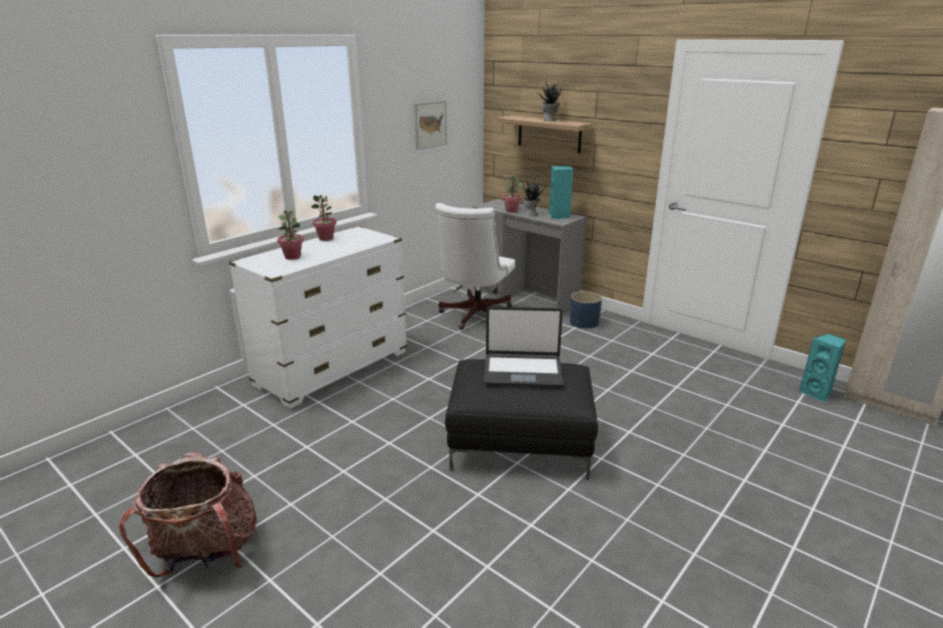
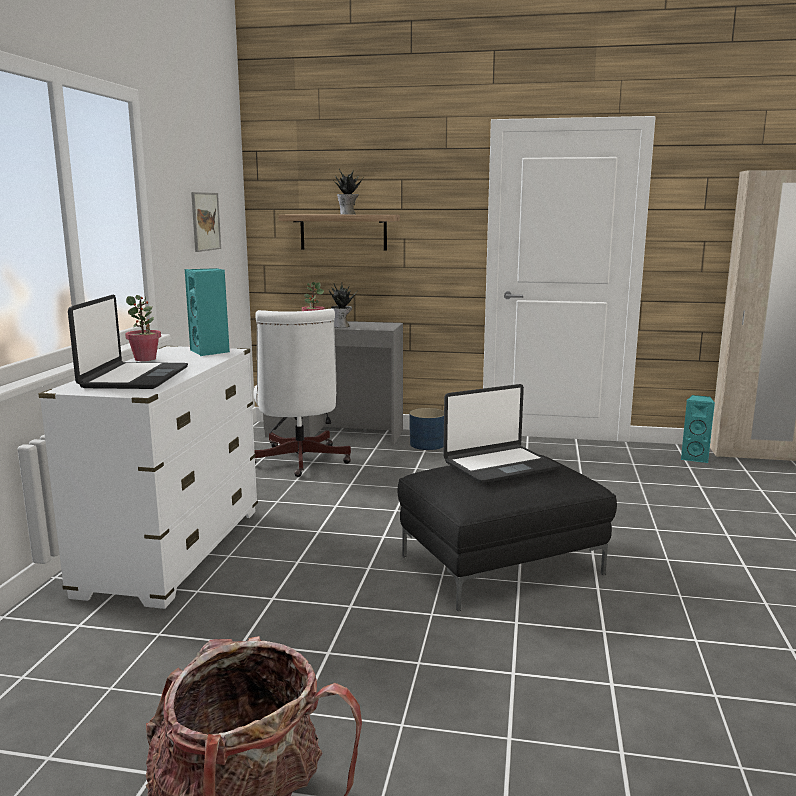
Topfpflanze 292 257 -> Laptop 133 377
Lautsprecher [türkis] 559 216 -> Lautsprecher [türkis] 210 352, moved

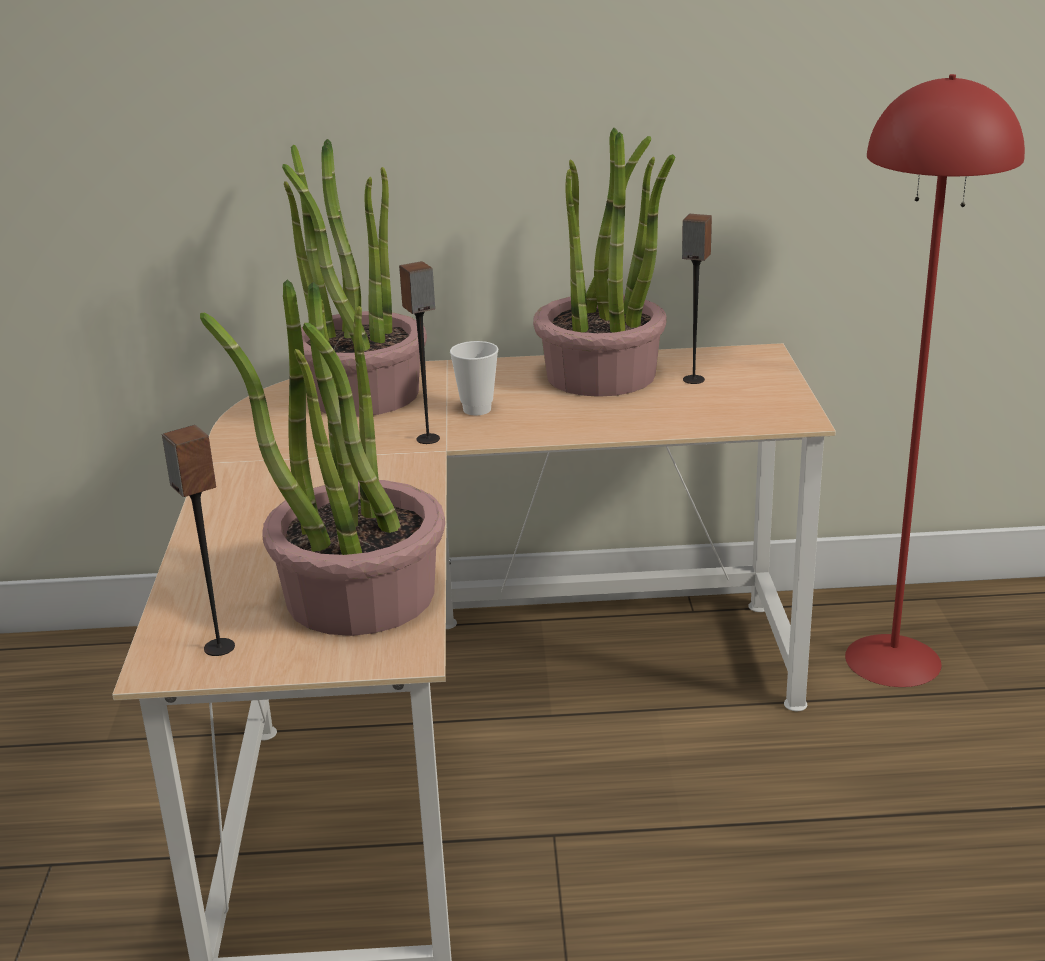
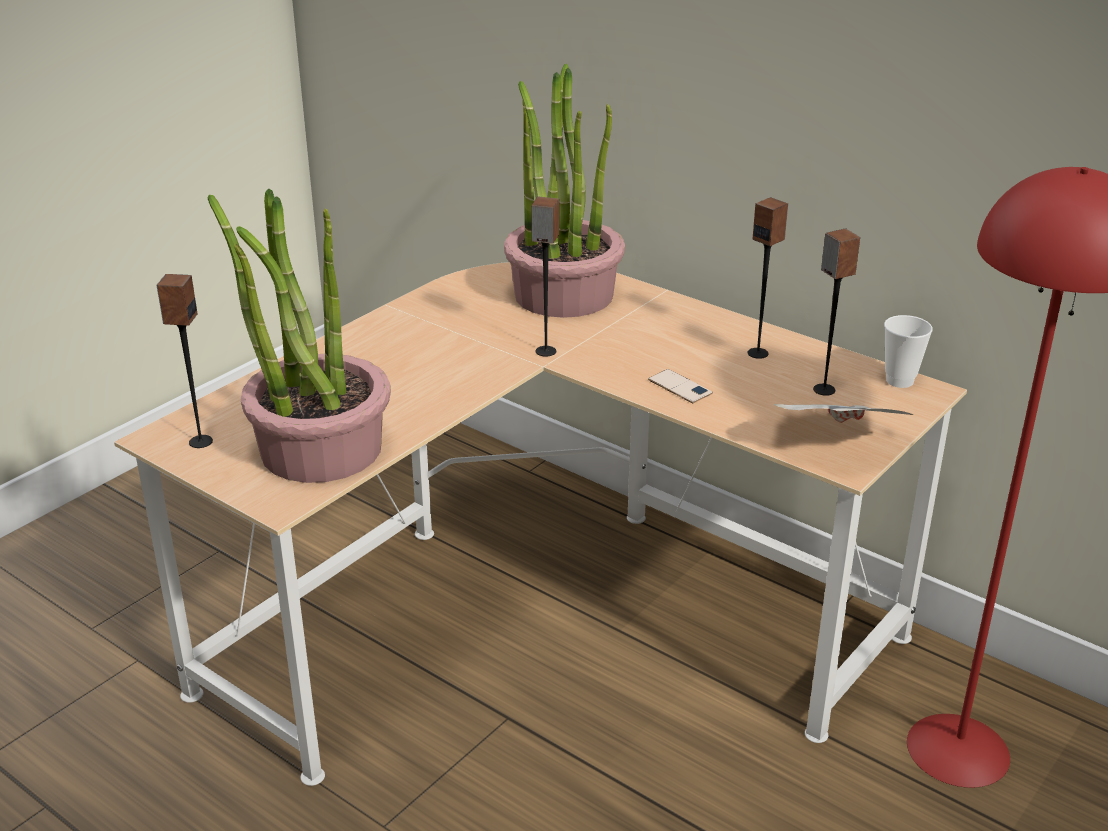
Tasse 477 409 -> Tasse 899 381, moved
Topfpflanze 602 375 -> Lautsprecher 758 353
none -> Handy 680 387
none -> Zeitung 837 441

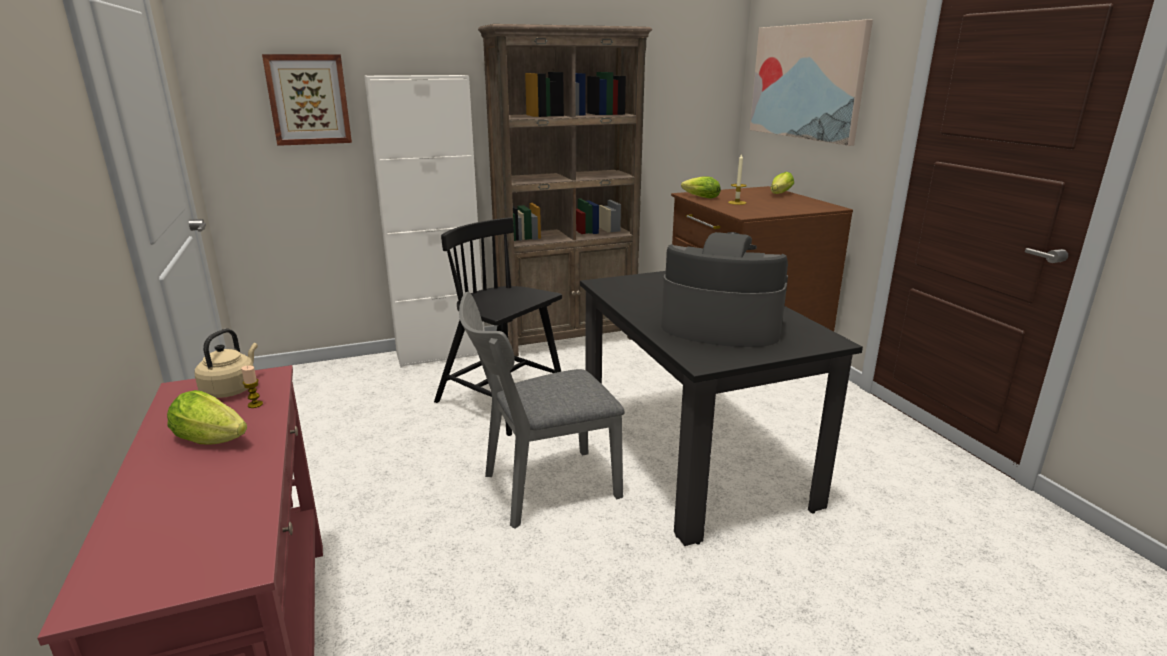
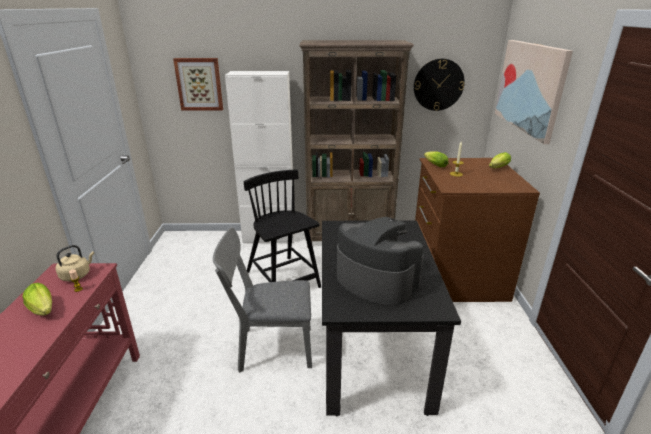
none -> Wanduhr 438 85

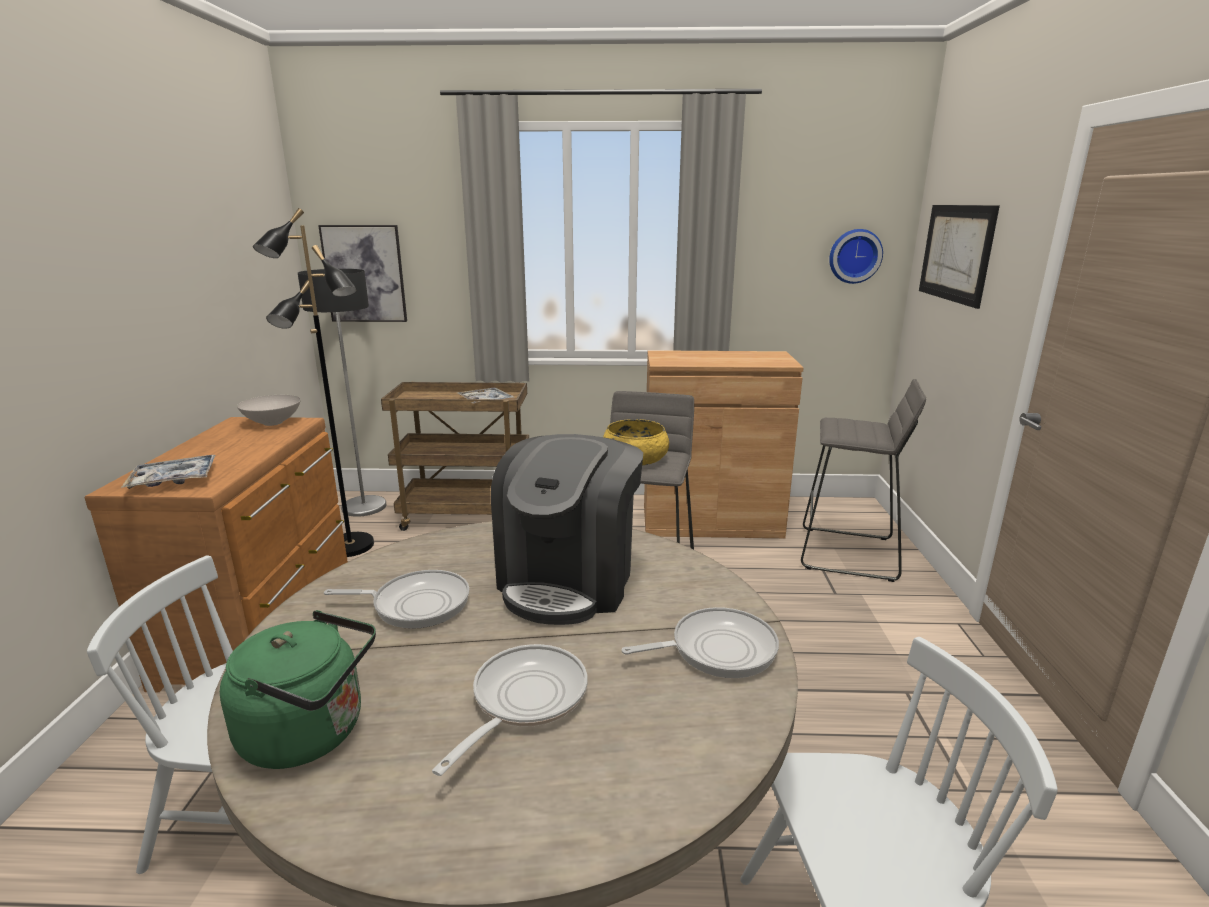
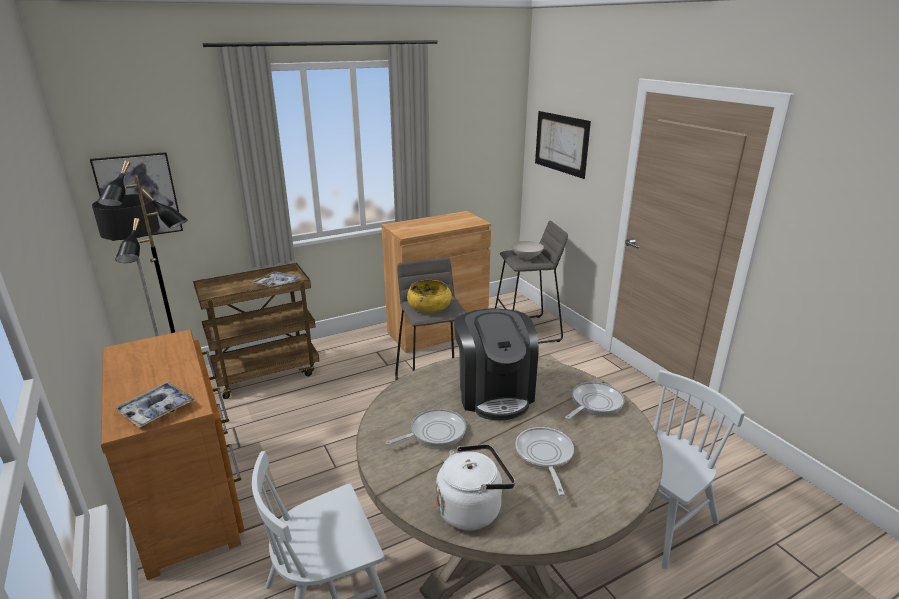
Wasserkessel [grün] 311 733 -> Wasserkessel [weiß] 472 508
Schüssel [weiß] 271 423 -> Schüssel [weiß] 526 257, moved
Wanduhr 854 256 -> none

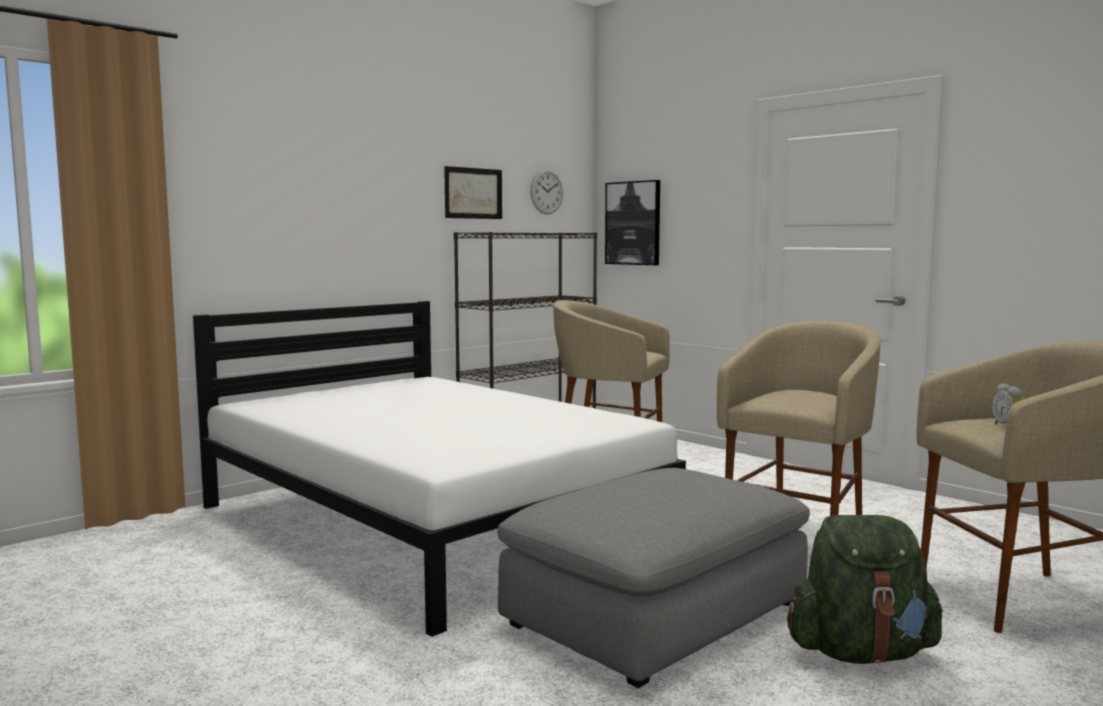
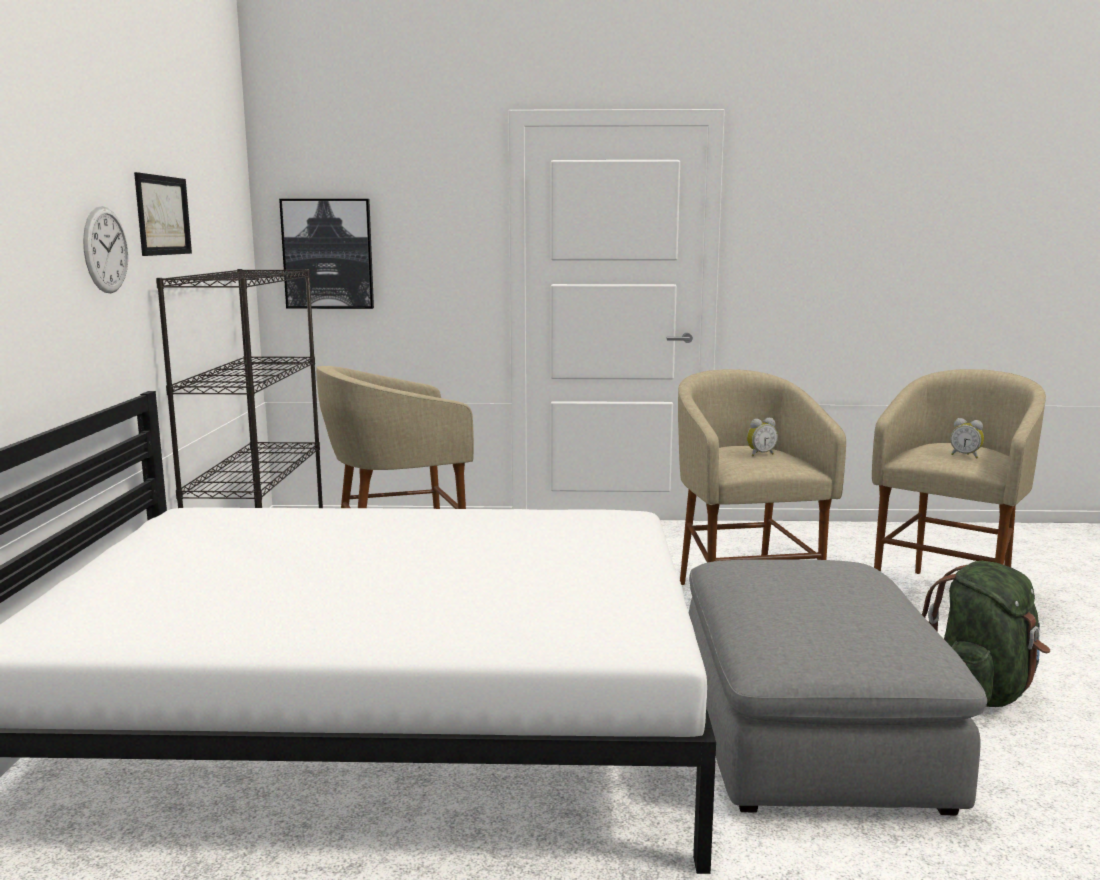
Wanduhr 546 191 -> Wanduhr 105 250, moved
none -> Wecker 760 454

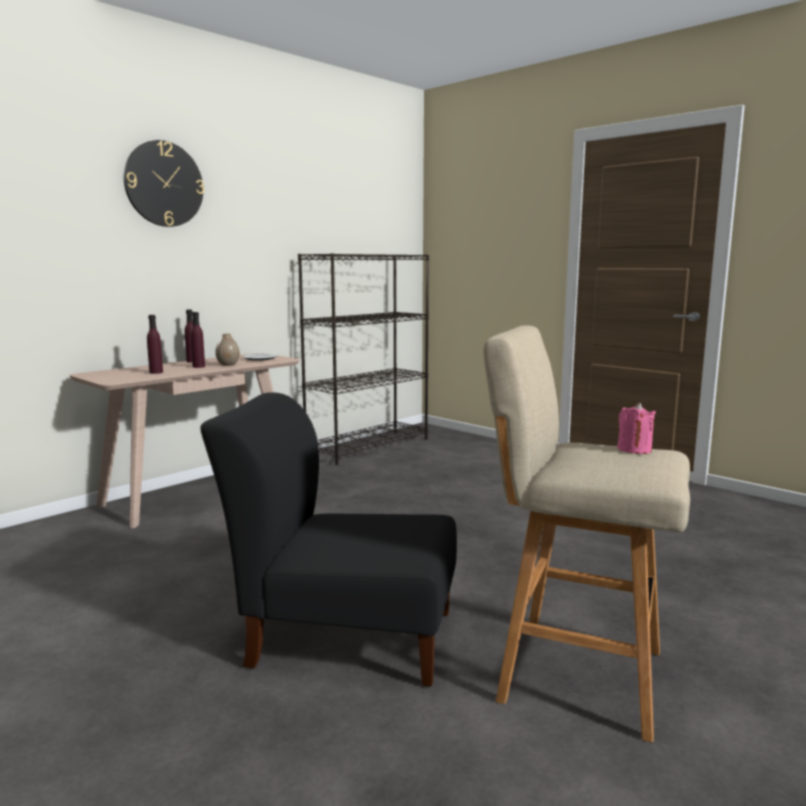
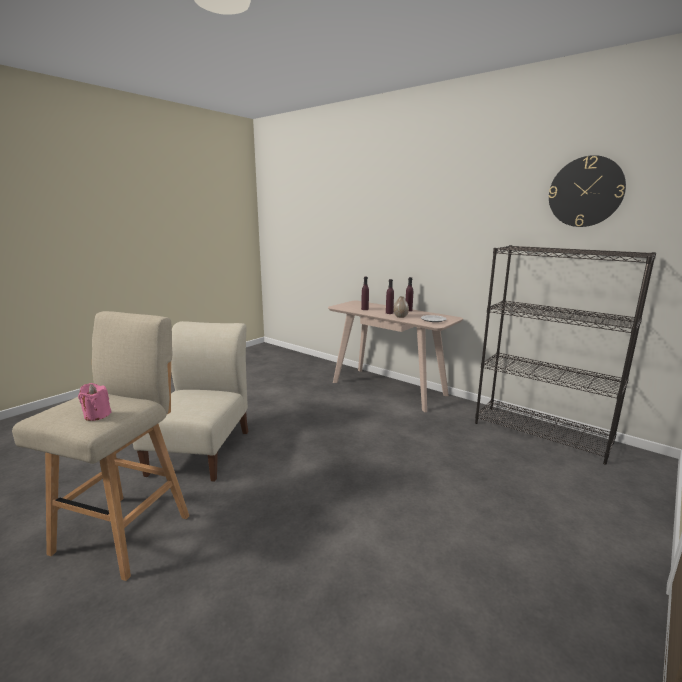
Wanduhr 164 184 -> Wanduhr 585 192, moved
Stuhl [schwarz] 344 636 -> Stuhl [beige] 202 449

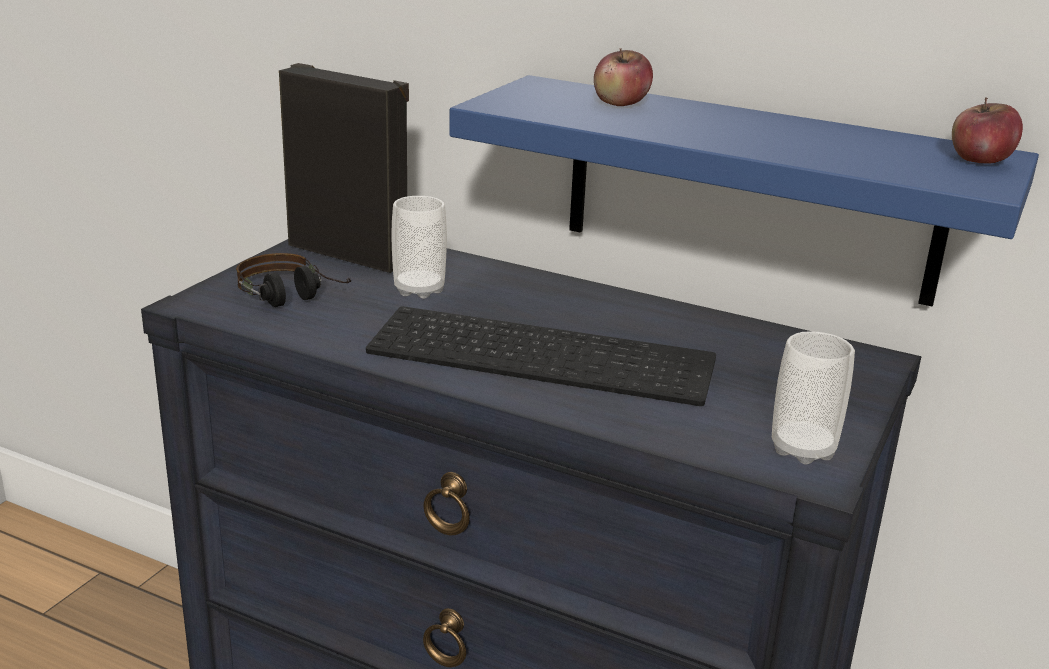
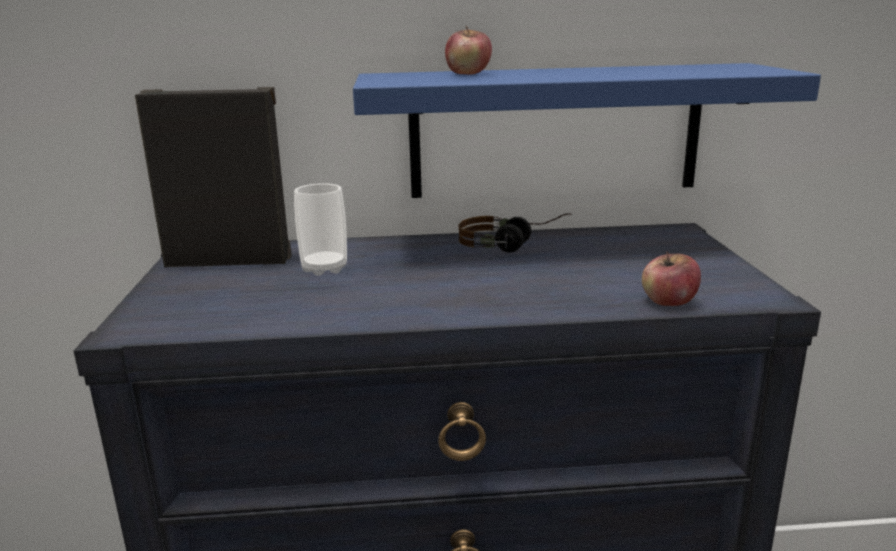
Kopfhörer 295 299 -> Kopfhörer 512 245, moved
Tastatur 546 354 -> none
Tasse 803 449 -> none
Apfel 979 161 -> Apfel 668 302, moved

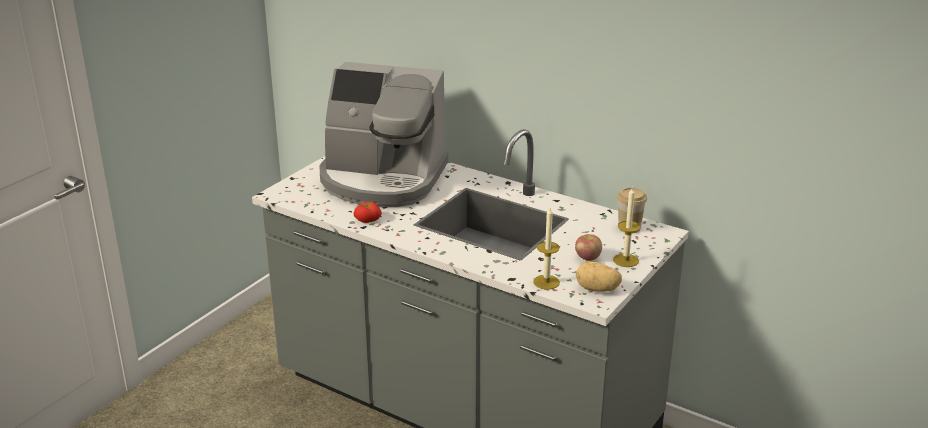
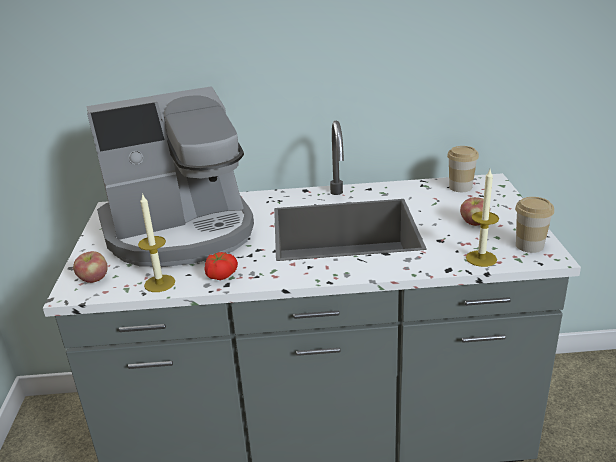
Kartoffel 597 289 -> Tasse 529 245
Kerze 625 260 -> Kerze 159 283, moved
none -> Apfel 94 279

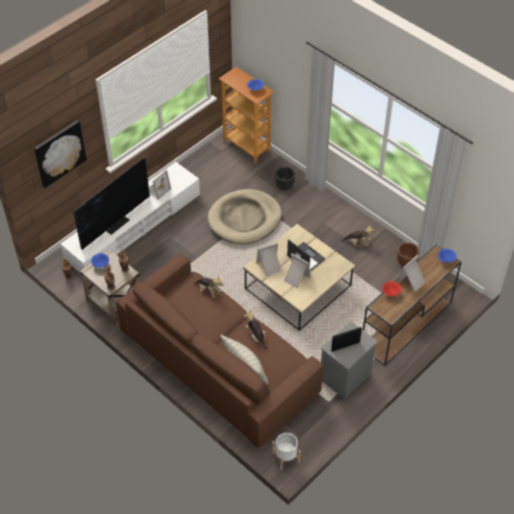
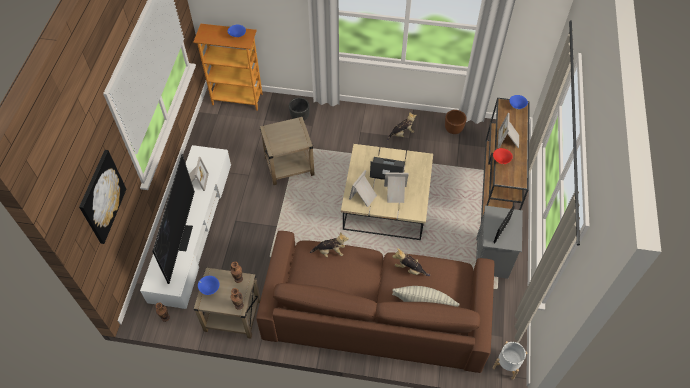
Hundebett [beige] 244 219 -> Beistelltisch [beige] 289 165

